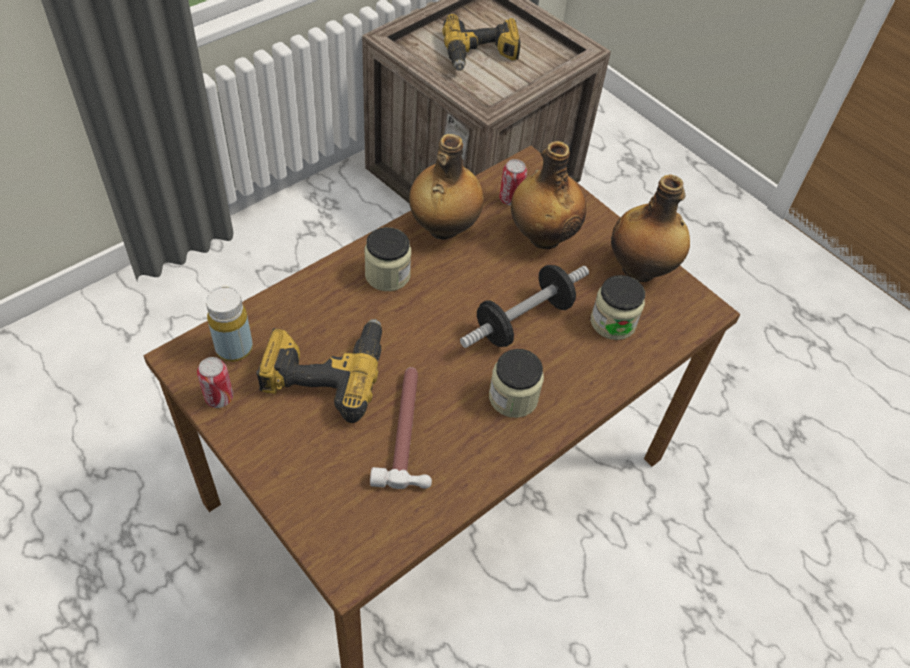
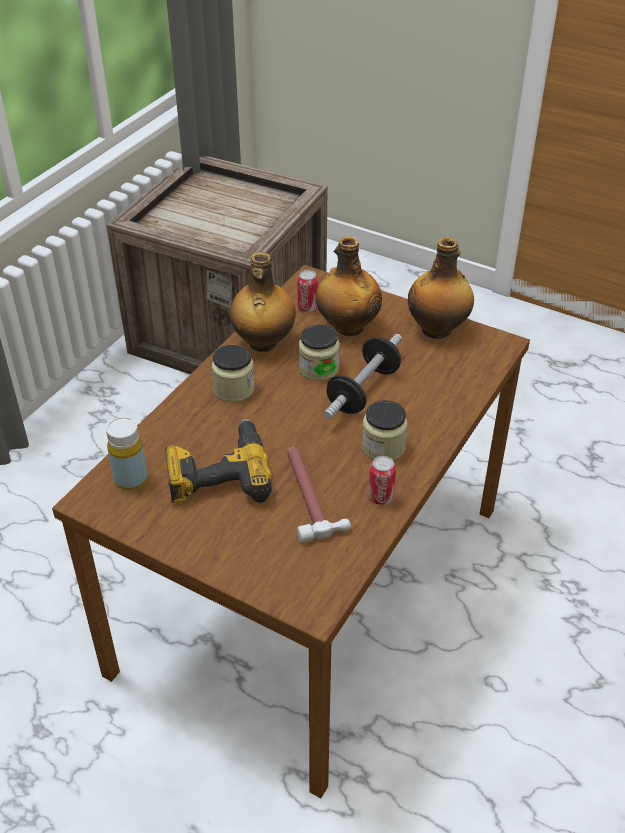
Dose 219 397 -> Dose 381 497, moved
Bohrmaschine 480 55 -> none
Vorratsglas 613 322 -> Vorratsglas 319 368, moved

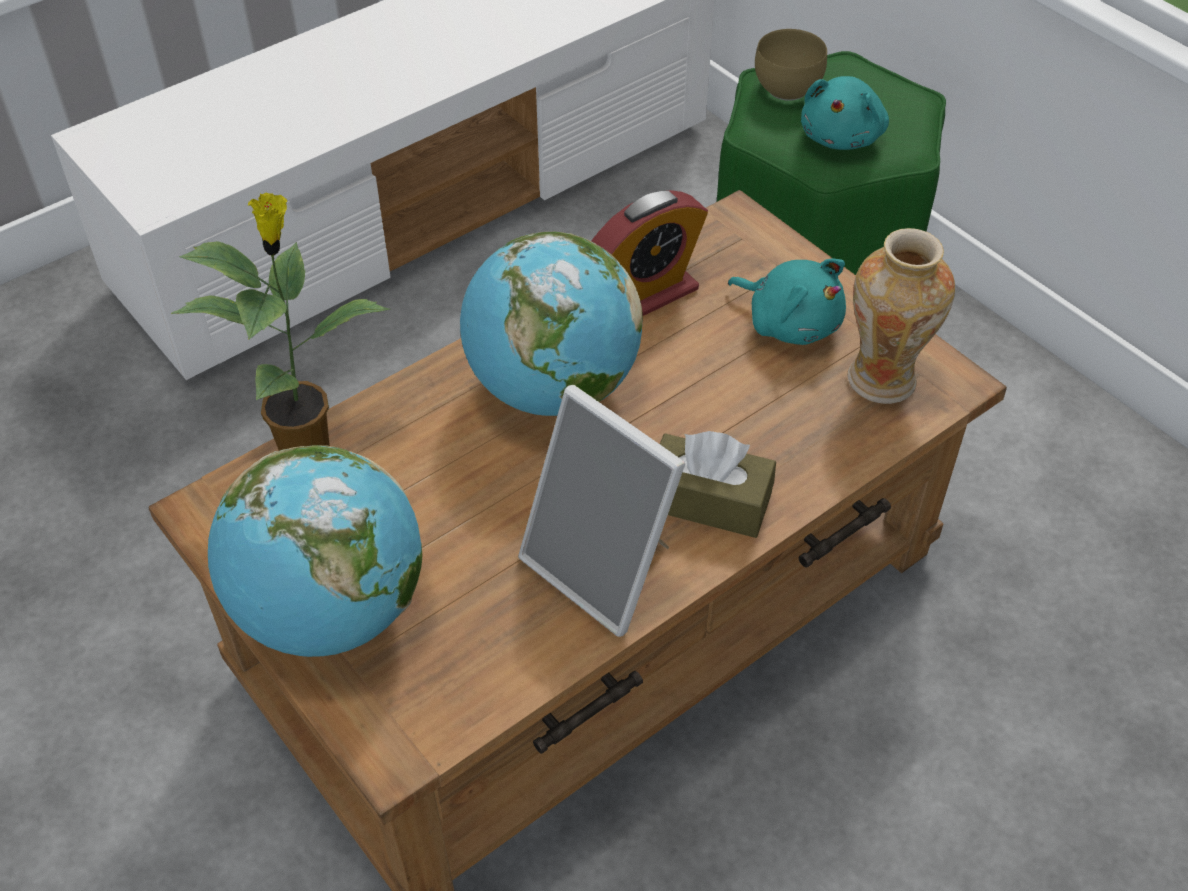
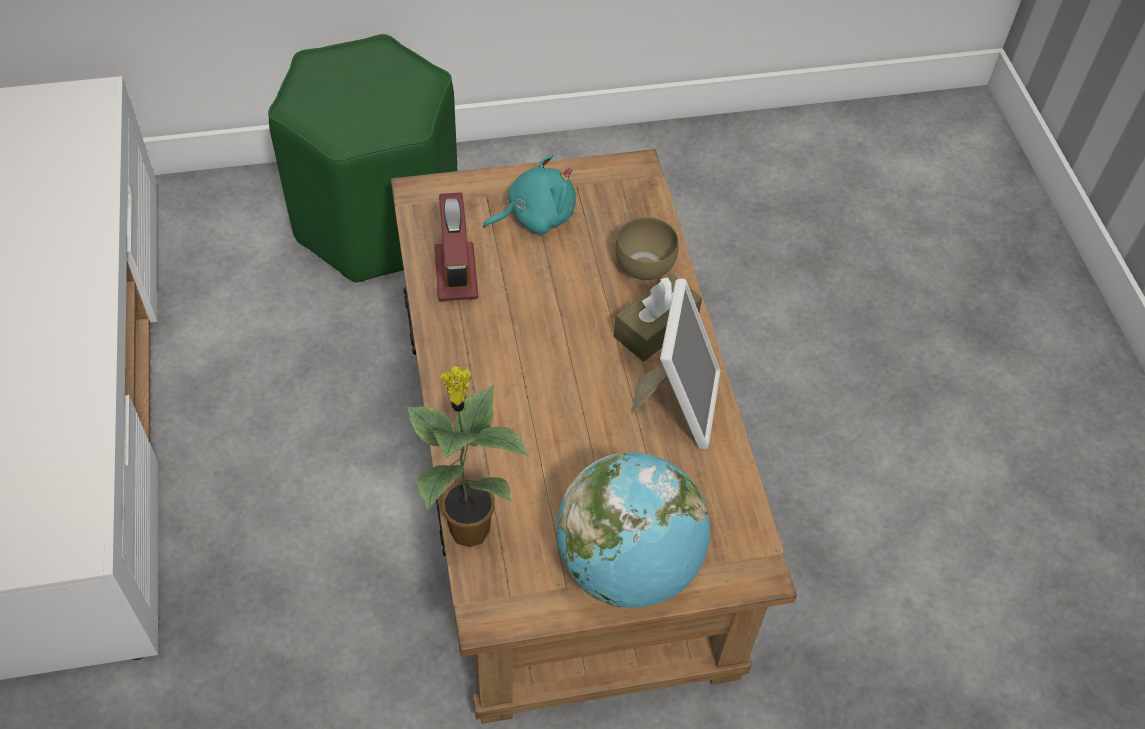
Globus 552 389 -> none
Bilderrahmen 604 568 -> Bilderrahmen 677 403, 60 degrees counterclockwise
Schüssel [braun] 785 90 -> Schüssel [braun] 645 268, moved
Plüschtier [türkis] 842 137 -> none
Vase 884 380 -> none

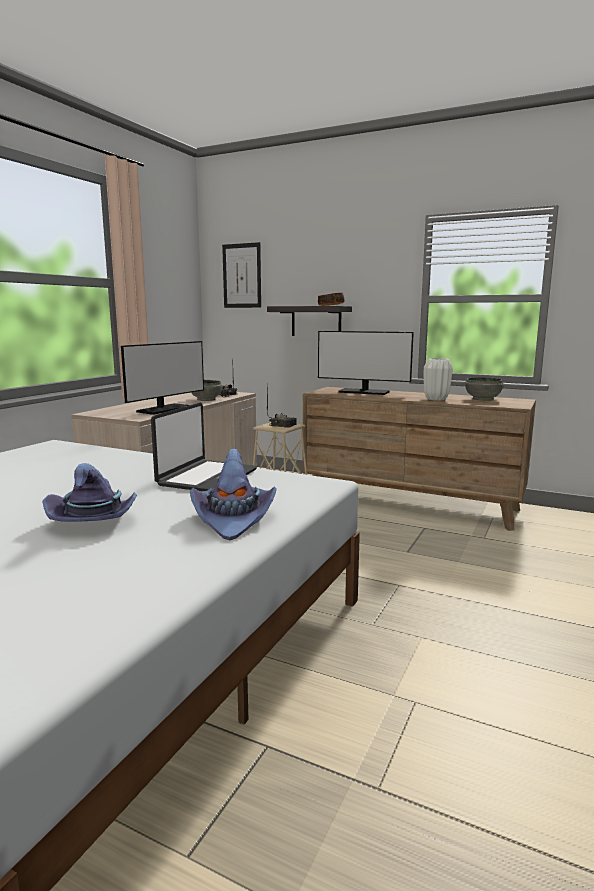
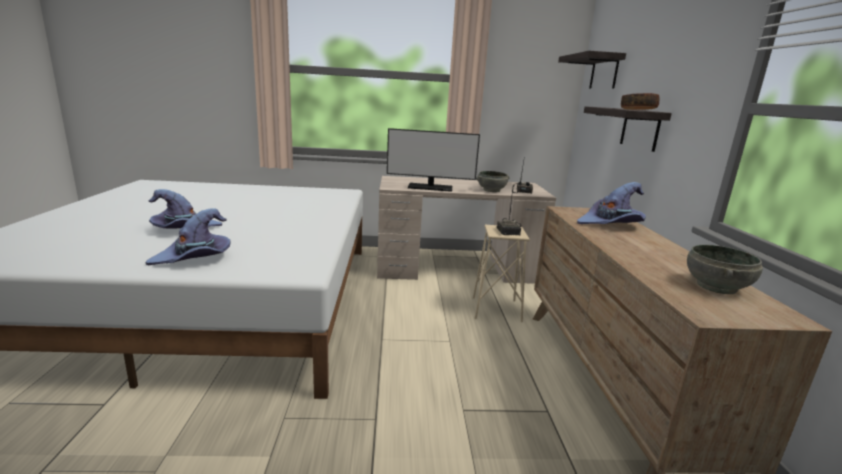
Laptop 207 477 -> none
Bild 242 276 -> Wandregal 604 72
Monitor 364 392 -> Hut [lila] 611 224
Vase [weiß] 436 399 -> none

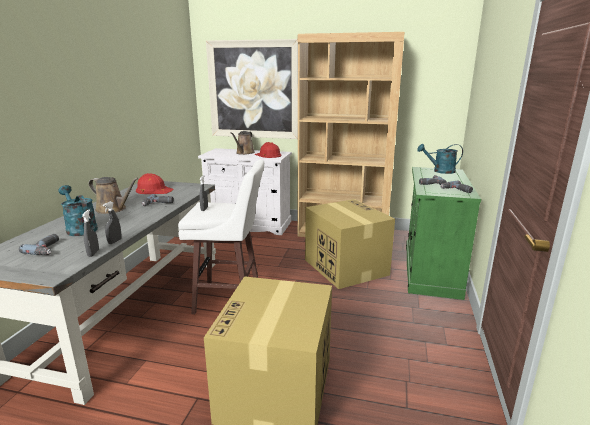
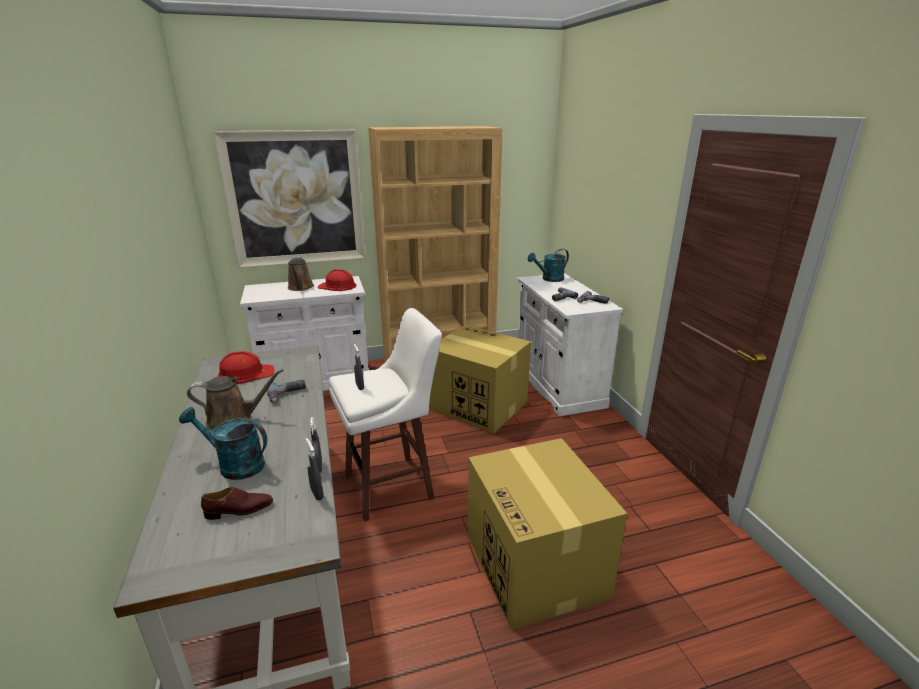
Bohrmaschine 48 249 -> Schuh [braun] 239 510
Schrank [grün] 431 270 -> Schrank [weiß] 557 385

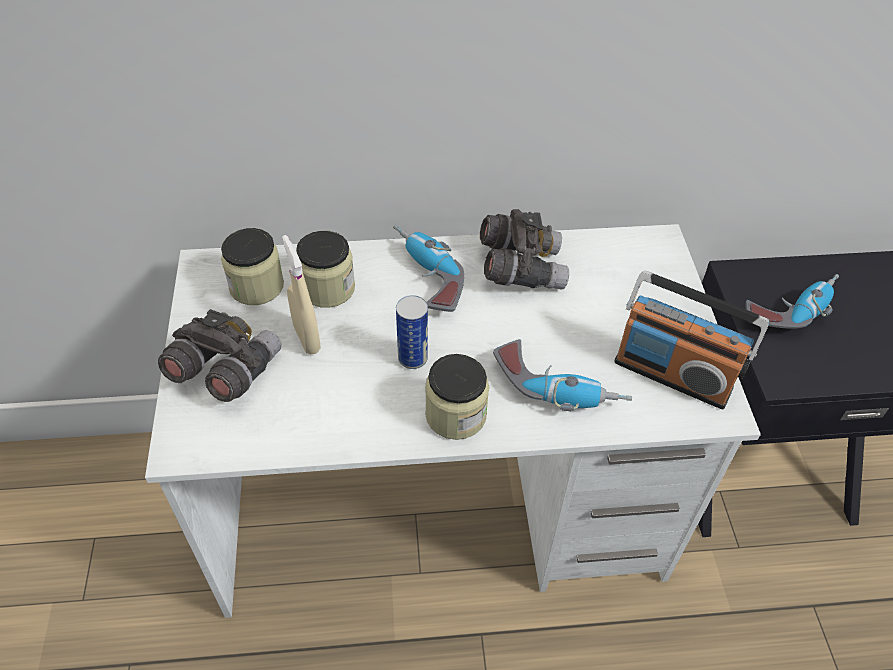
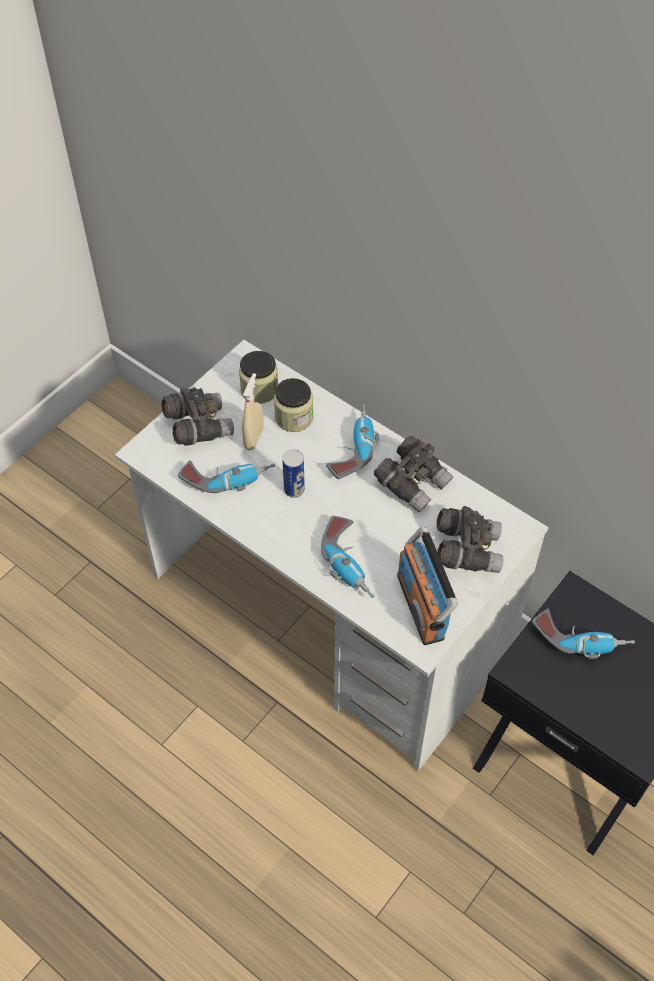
Vorratsglas 456 415 -> none
none -> Bohrmaschine 227 478
none -> Fernglas [grau] 467 550

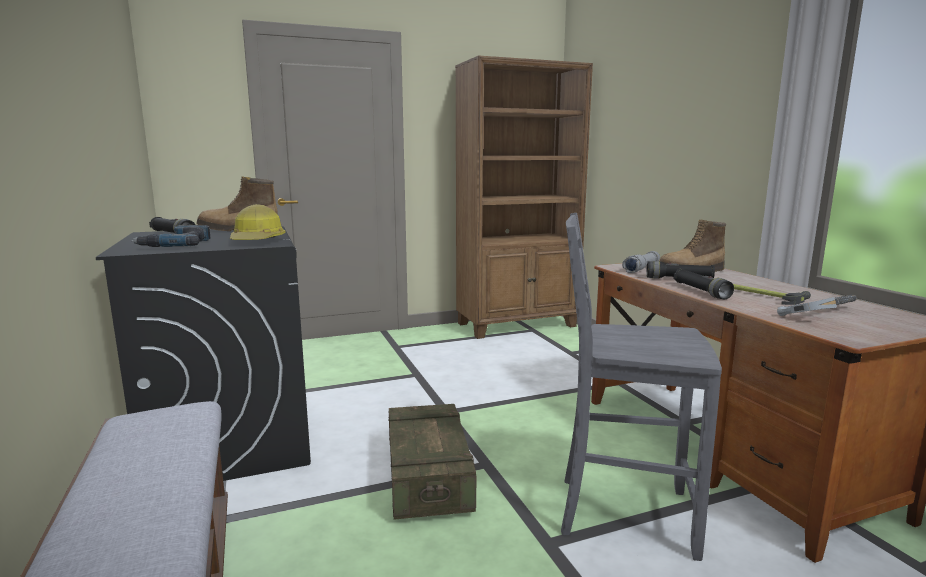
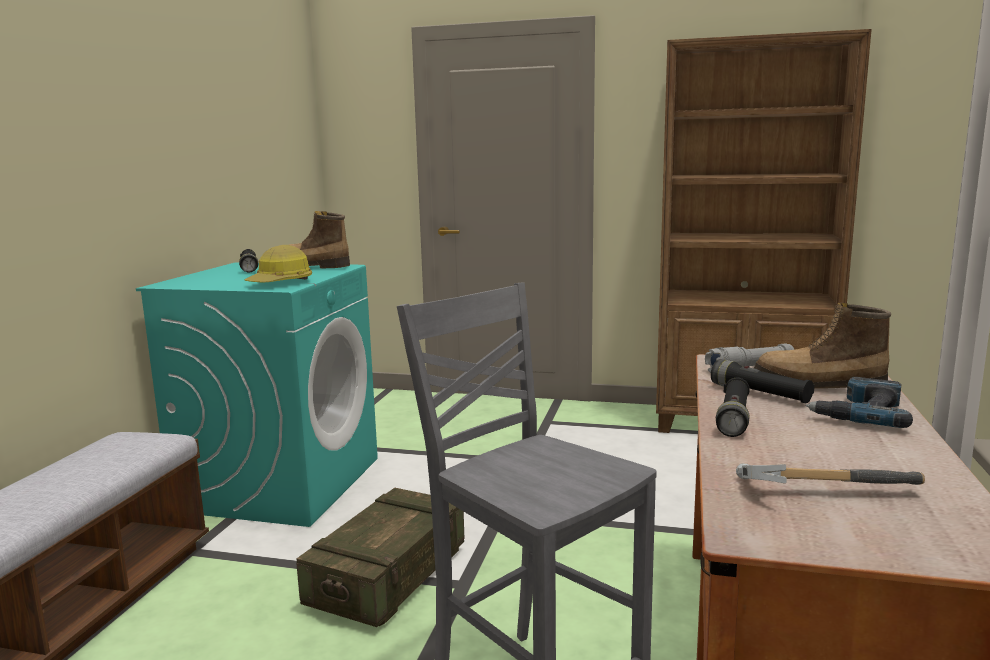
Waschmaschine [schwarz] 230 440 -> Waschmaschine [türkis] 281 483
Bohrmaschine 177 244 -> Bohrmaschine 859 412, moved
Hammer 761 295 -> none

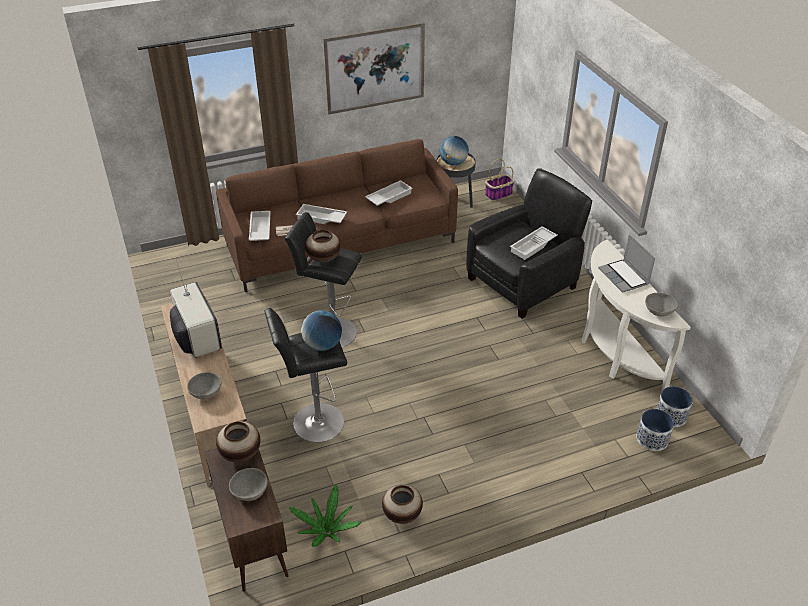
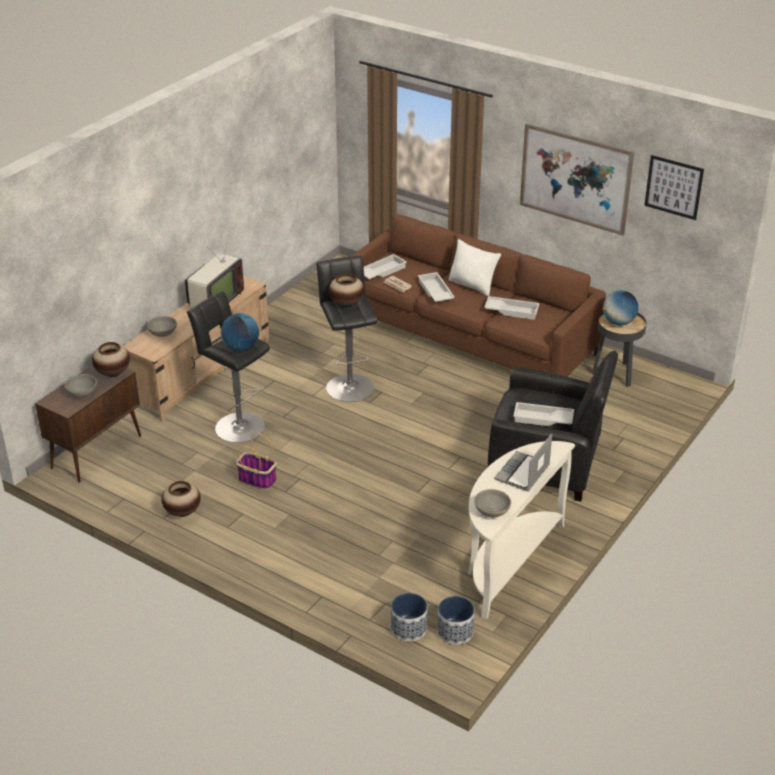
Topfpflanze 326 530 -> none
Korb 498 194 -> Korb 256 479, moved
none -> Kissen [weiß] 472 285
none -> Bild 673 187

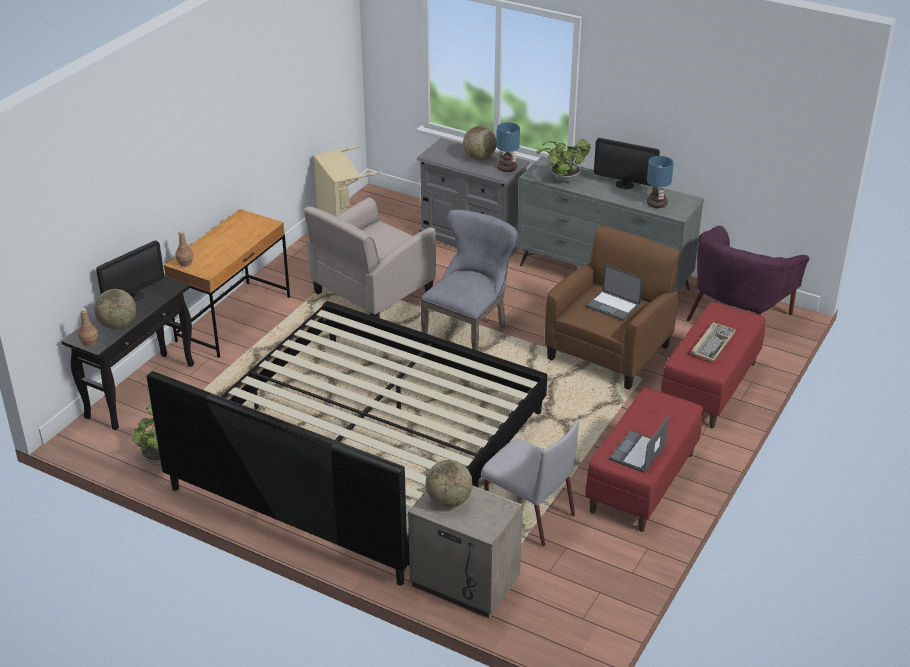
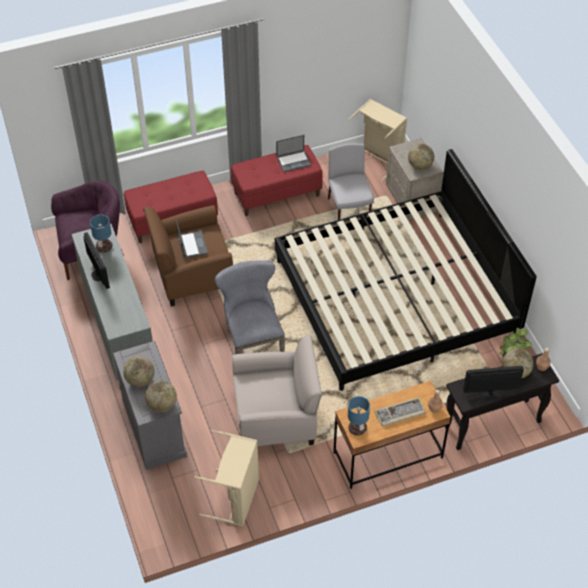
Stuhl [grau] 469 332 -> Stuhl [grau] 252 342, 90 degrees clockwise
Tischlampe 507 168 -> Tischlampe 356 428, moved
Topfpflanze 562 180 -> none
Tastatur 713 343 -> Tastatur 400 413, moved
none -> Globus 162 405
none -> Wäschekorb [beige] 378 159

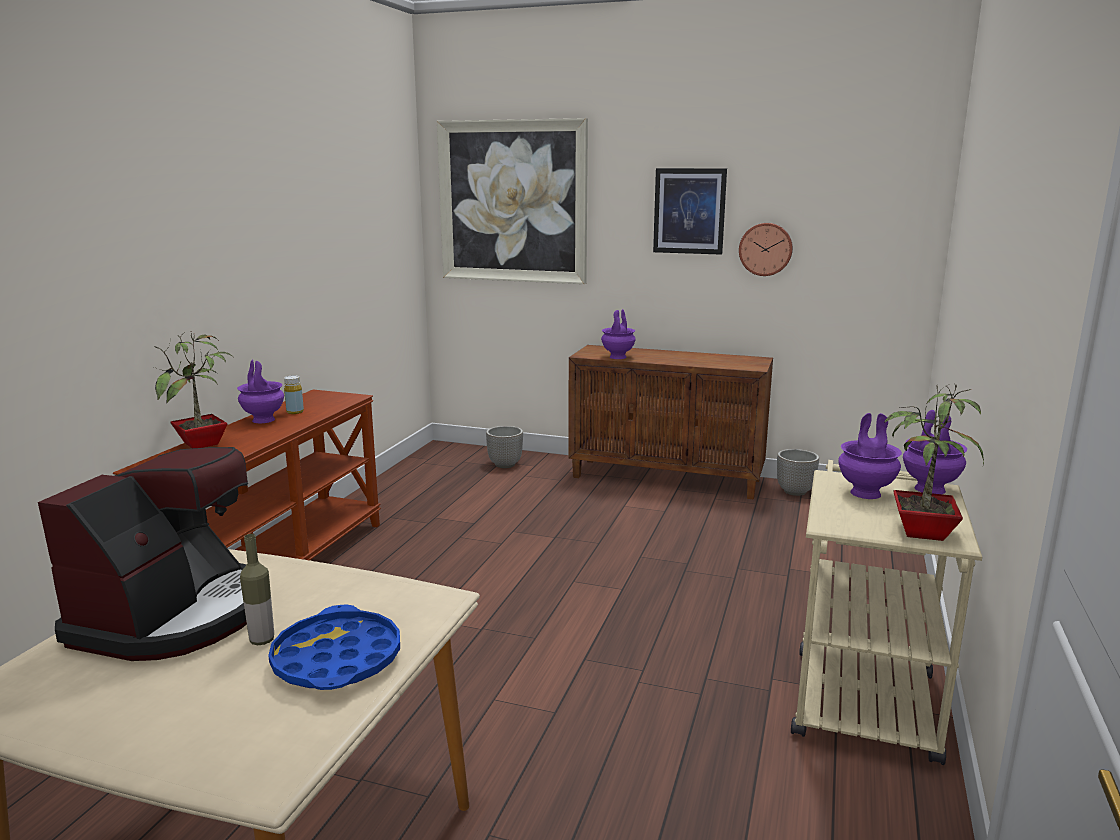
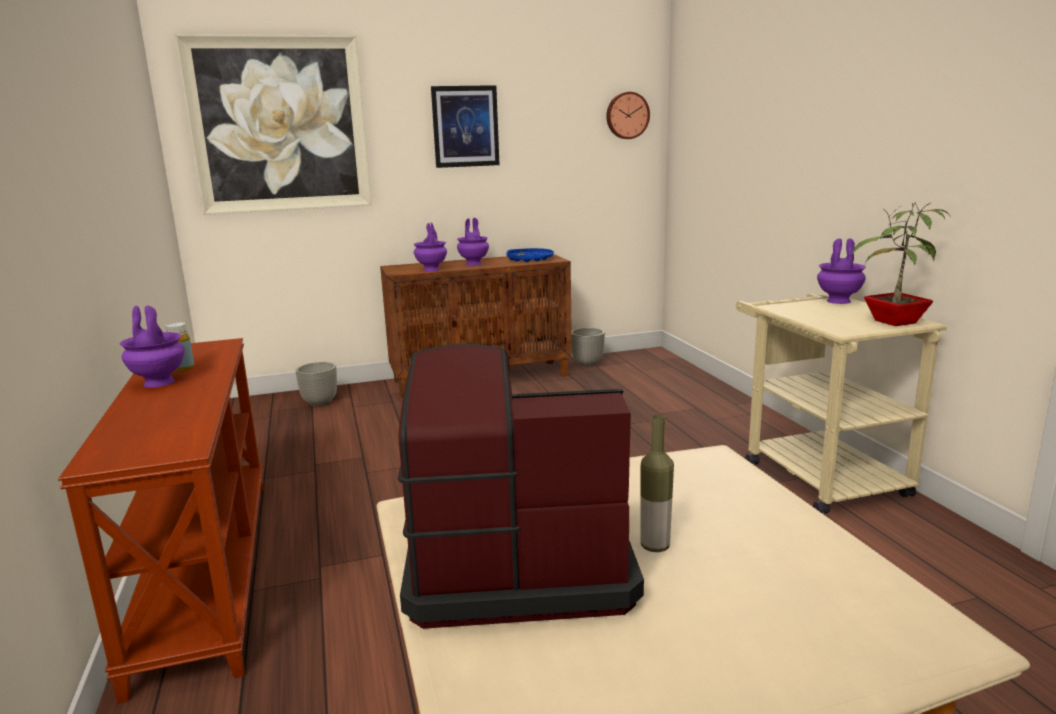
Kaffeemaschine 176 615 -> Kaffeemaschine 515 566, 75 degrees counterclockwise
Topfpflanze 202 445 -> none
Tablett [blau] 337 659 -> Tablett [blau] 530 259, moved
Wanduhr 765 249 -> Wanduhr 627 115, moved
Vase [lila] 866 493 -> Vase [lila] 474 264, moved

